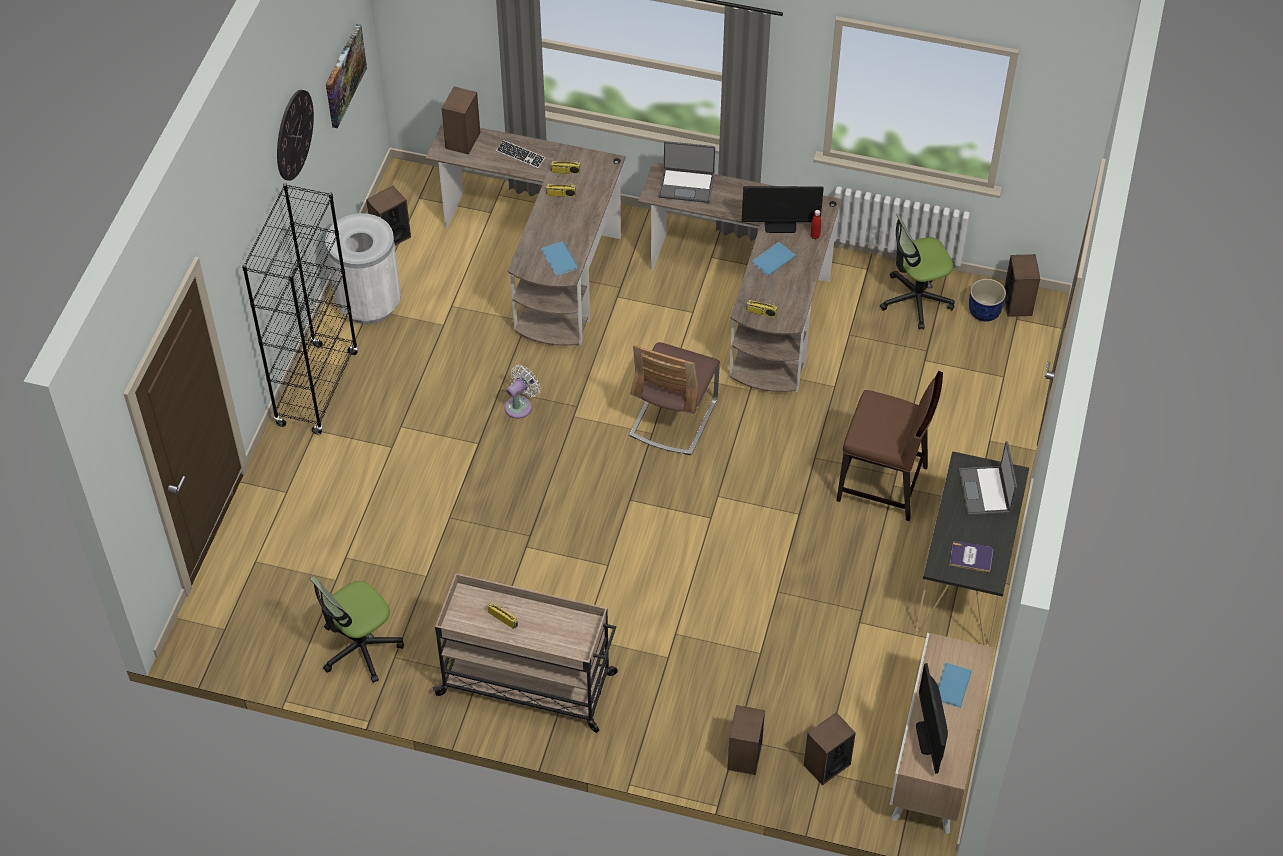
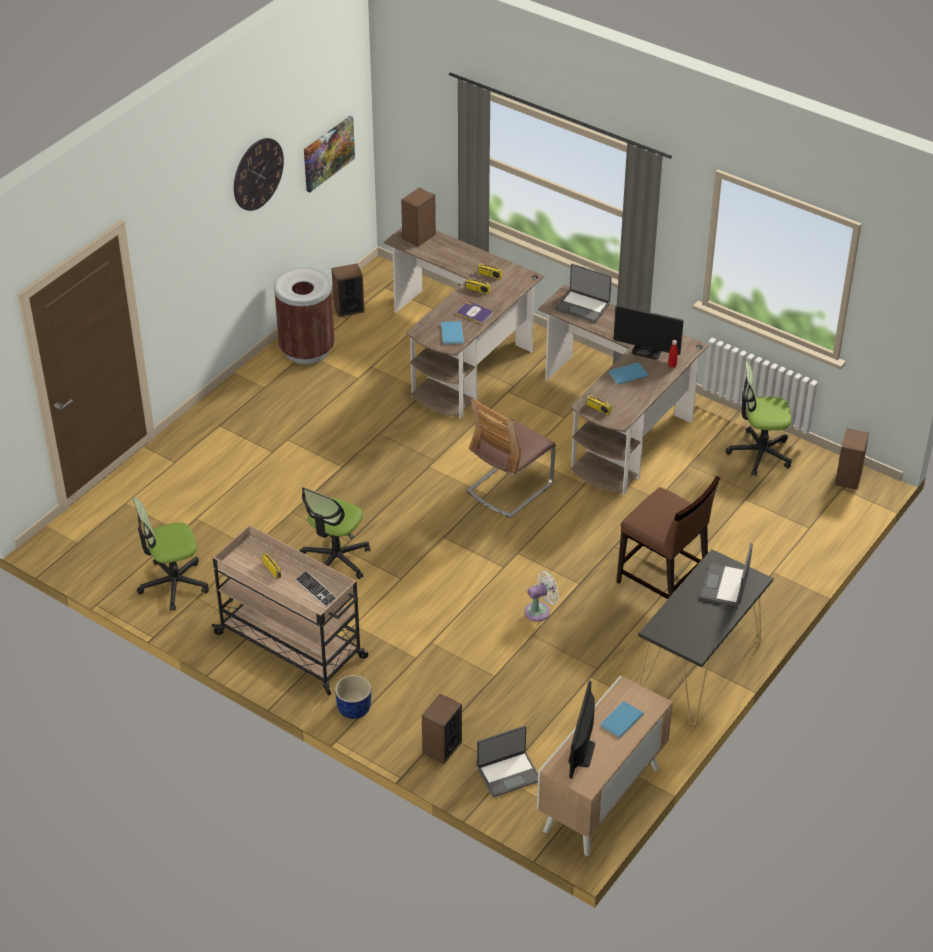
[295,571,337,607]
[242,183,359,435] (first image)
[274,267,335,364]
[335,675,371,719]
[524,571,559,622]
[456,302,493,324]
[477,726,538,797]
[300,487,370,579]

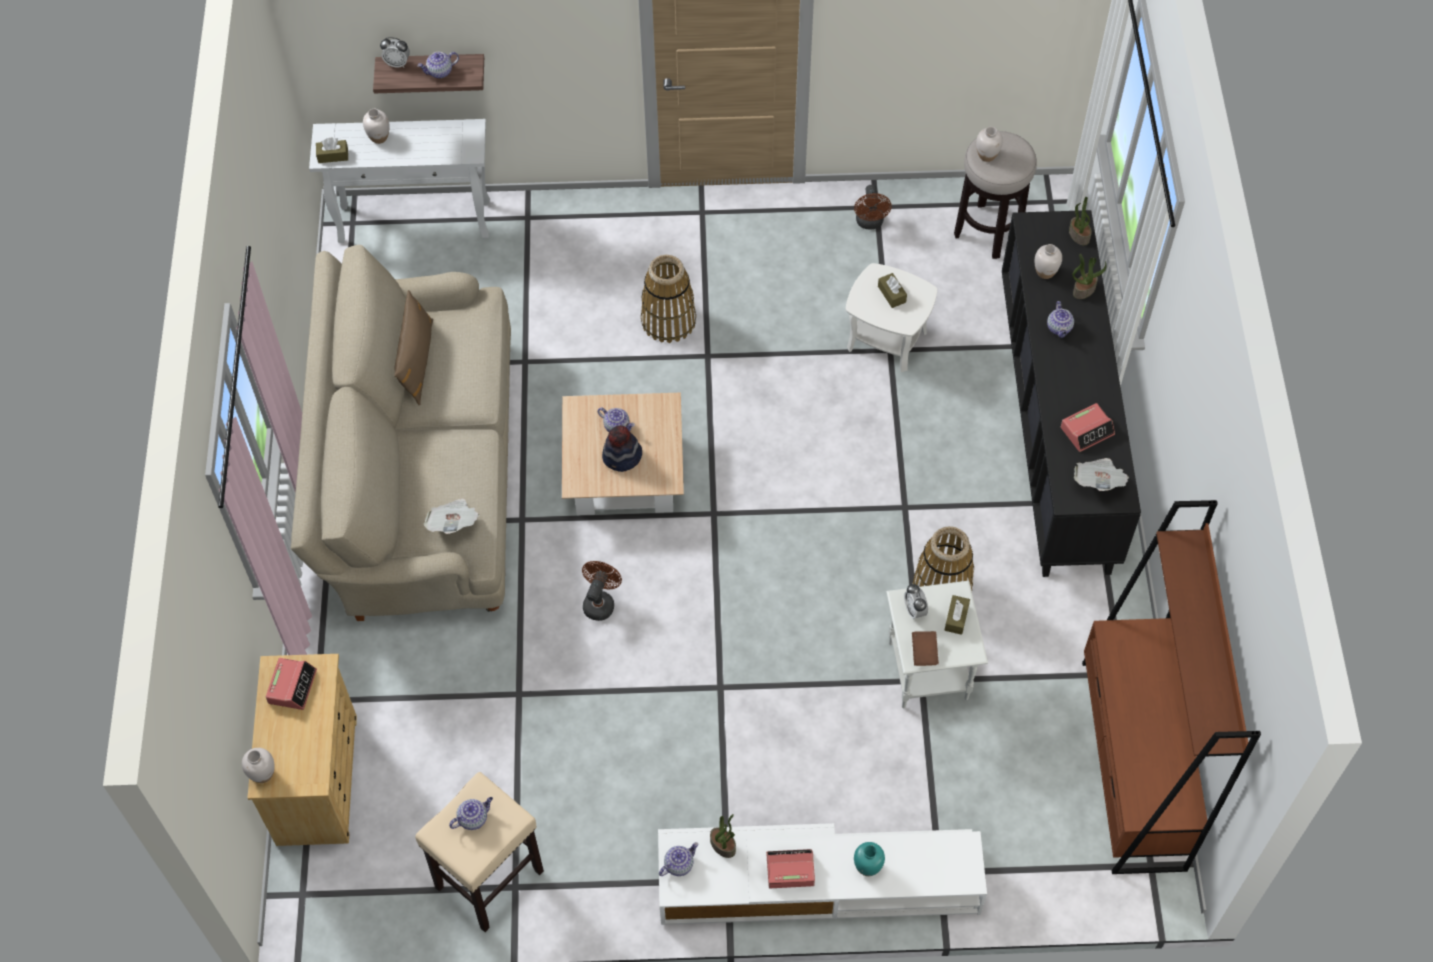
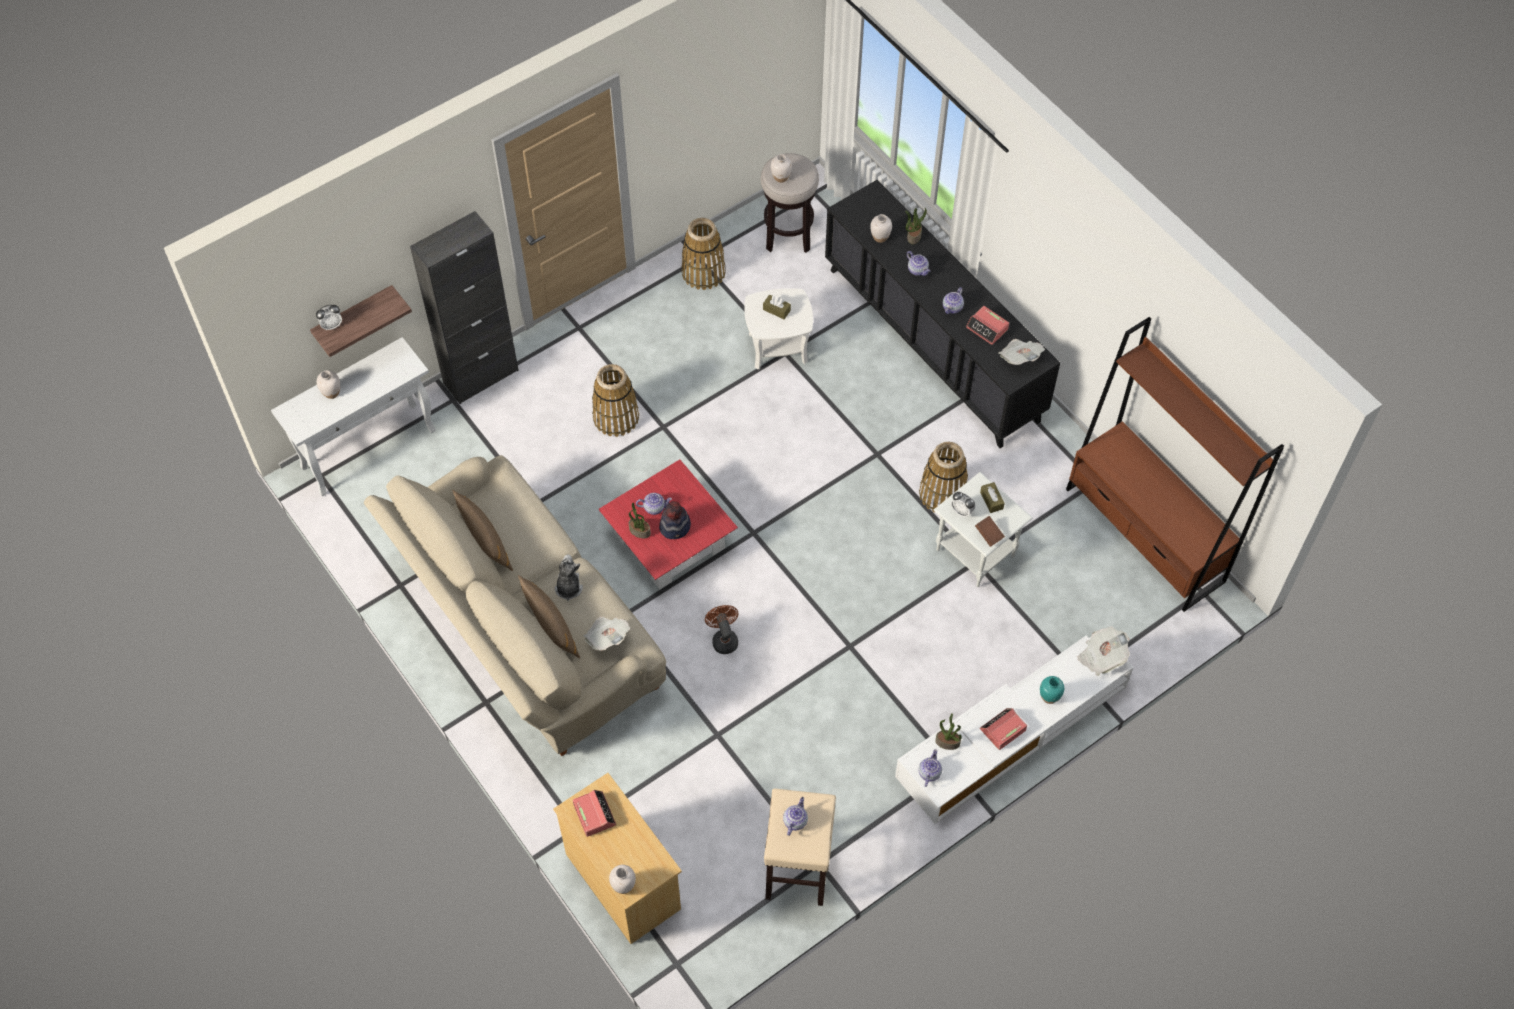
[943,287,964,314]
[316,138,348,163] (first image)
[681,218,726,290]
[629,503,651,538]
[599,459,738,589]
[966,306,1009,345]
[410,211,519,404]
[555,554,583,601]
[518,575,580,659]
[1078,626,1130,676]

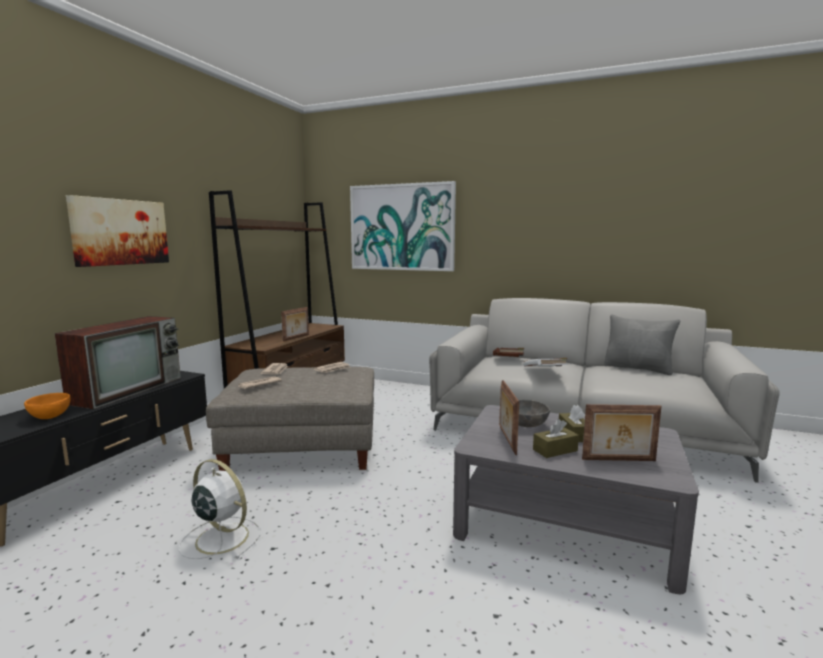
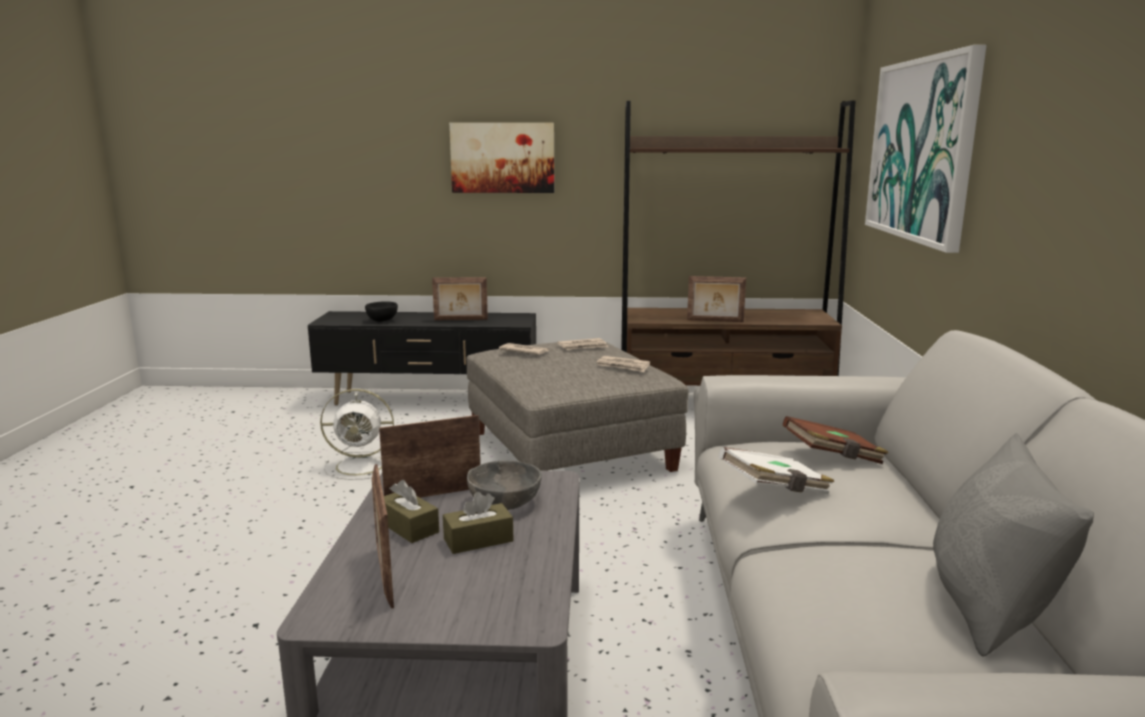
[432,277,488,320]
[365,301,398,322]
[320,389,394,480]

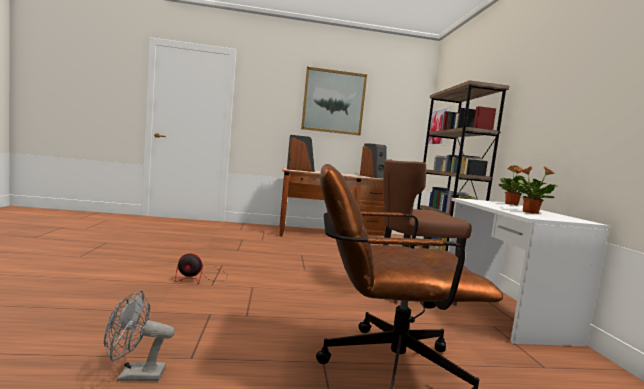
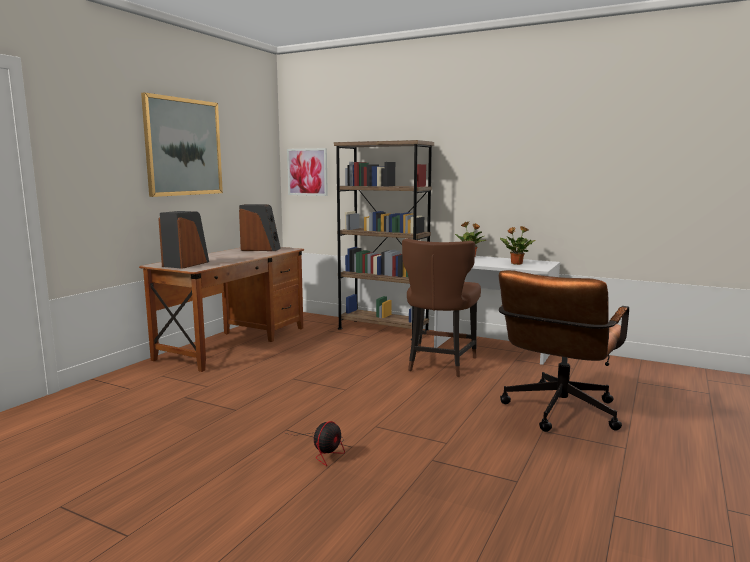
[104,290,175,381] (first image)

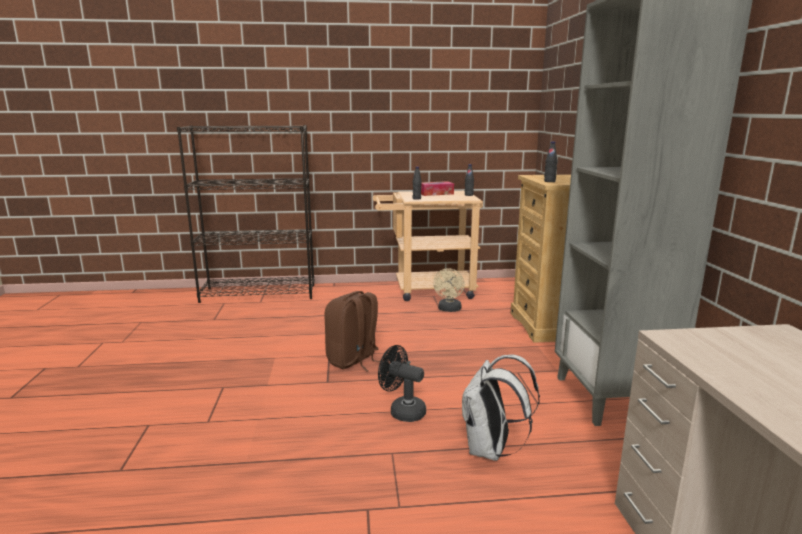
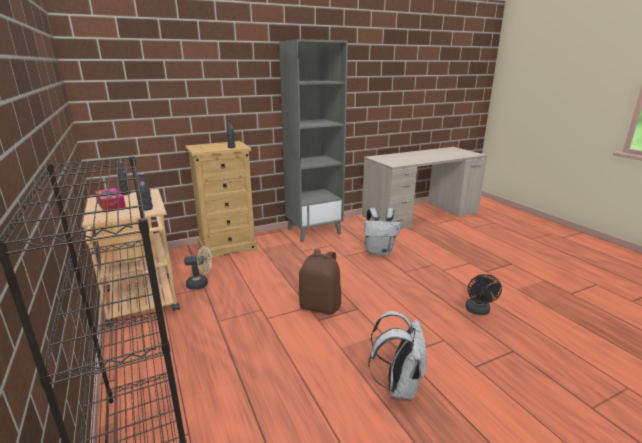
[465,274,502,315]
[368,311,427,400]

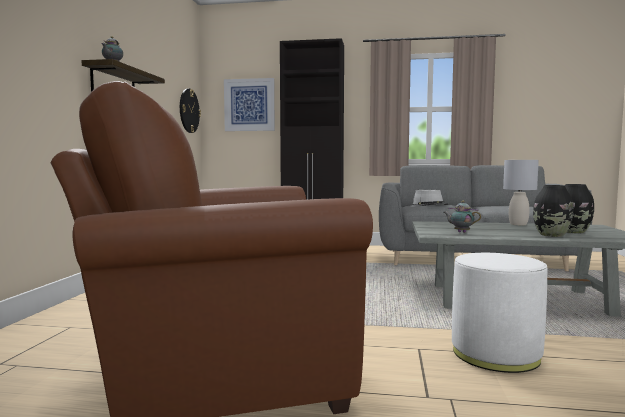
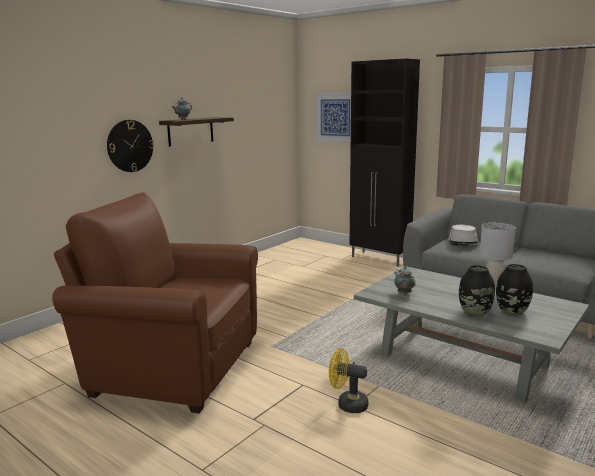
[107,120,154,172]
[329,348,369,413]

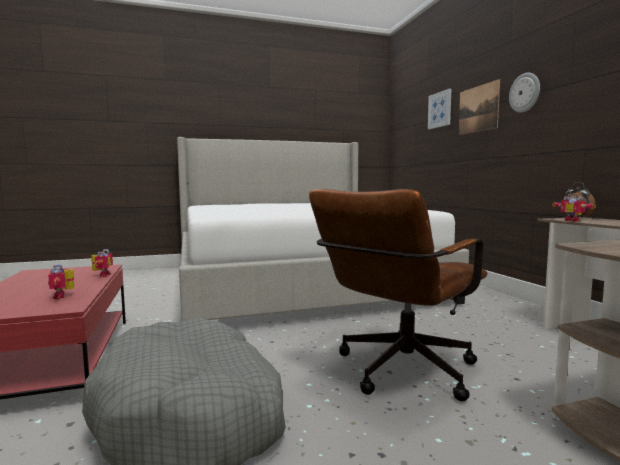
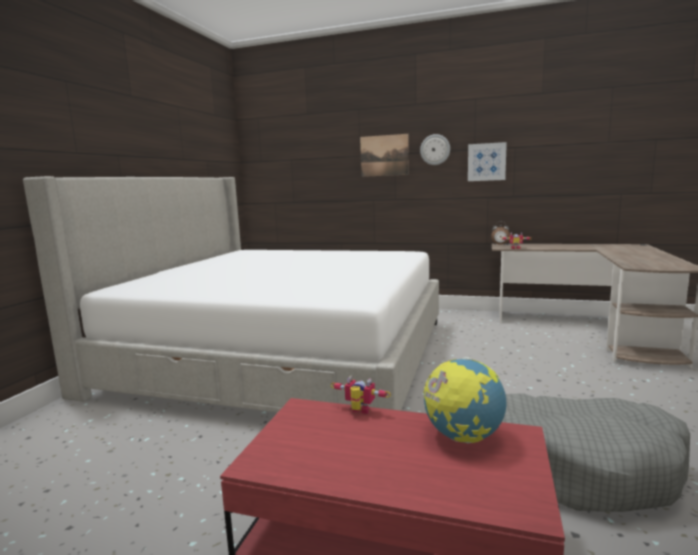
[468,142,507,181]
[309,189,488,402] (first image)
[423,357,506,443]

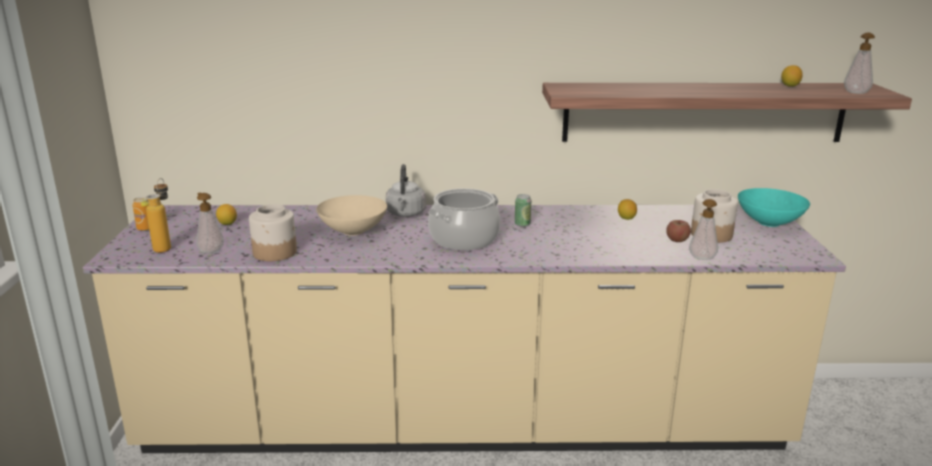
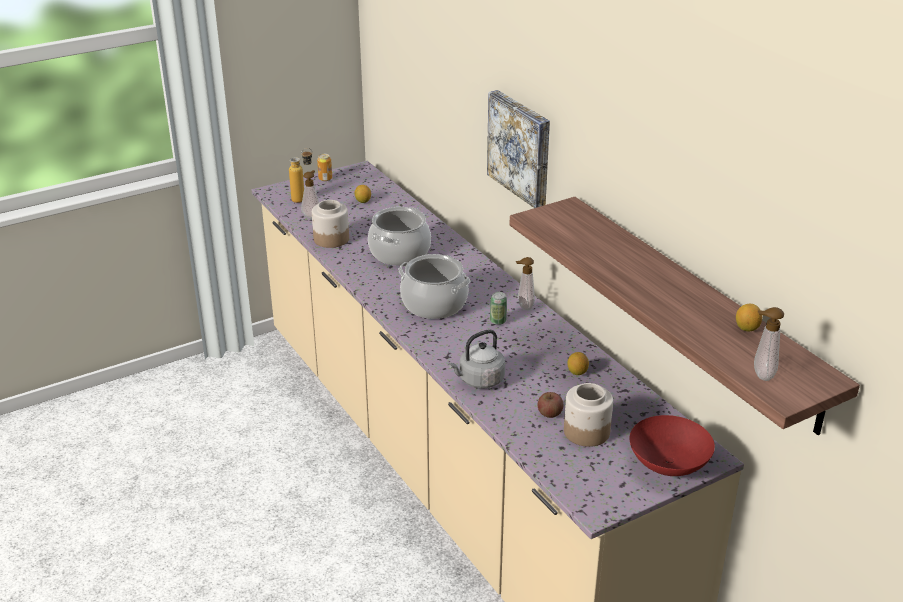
[448,330,505,389]
[629,415,715,476]
[368,207,431,266]
[516,257,535,310]
[487,90,550,208]

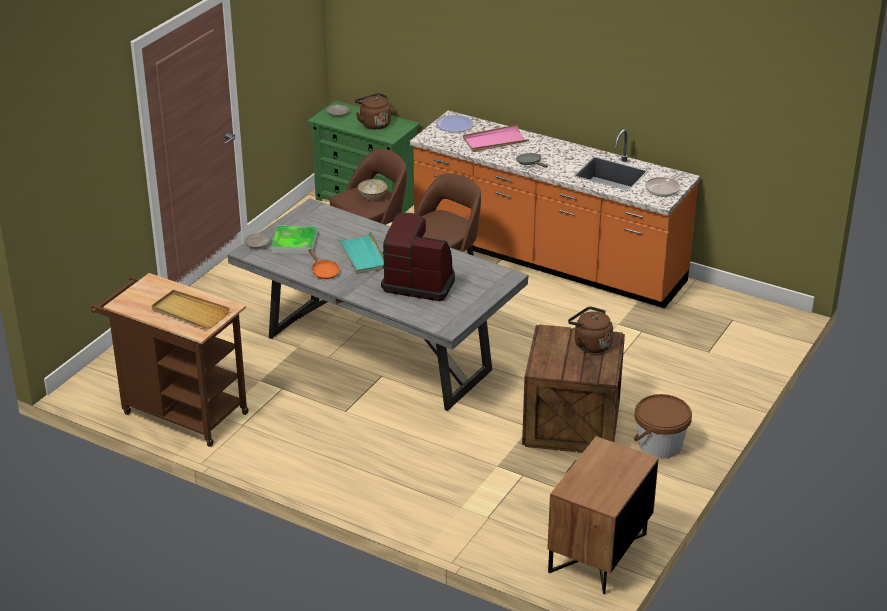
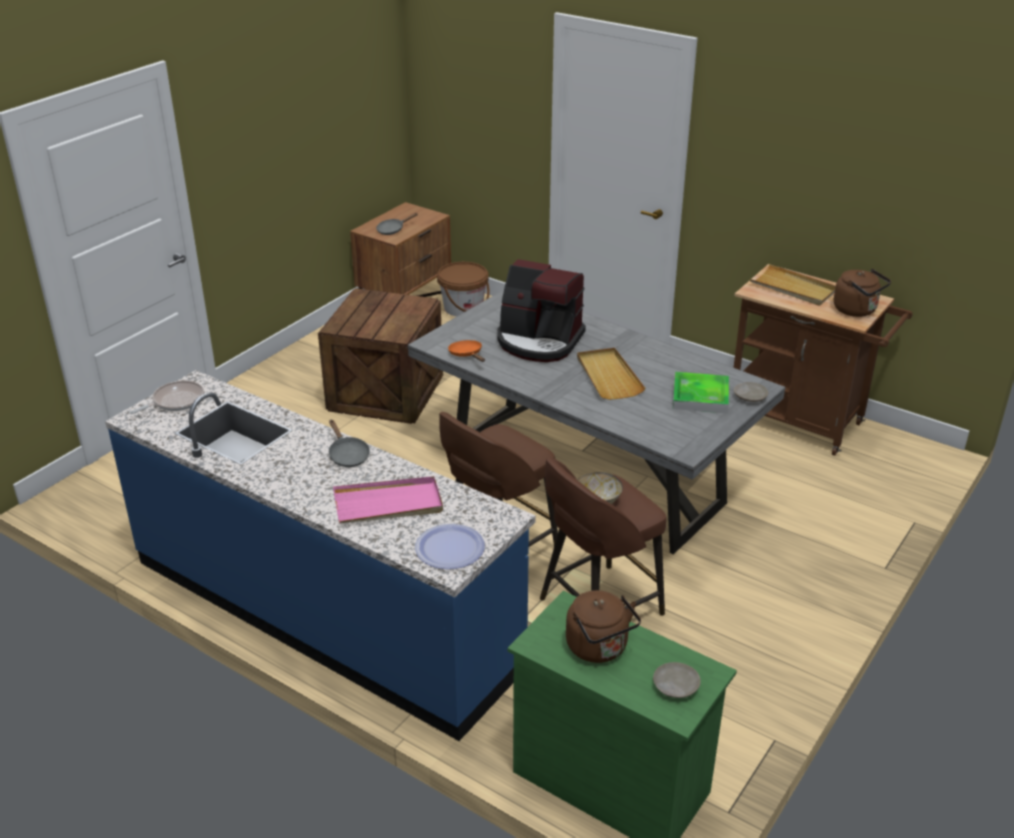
[105,370,536,741]
[577,348,645,400]
[448,340,485,362]
[834,269,891,317]
[437,262,489,317]
[376,213,418,235]

